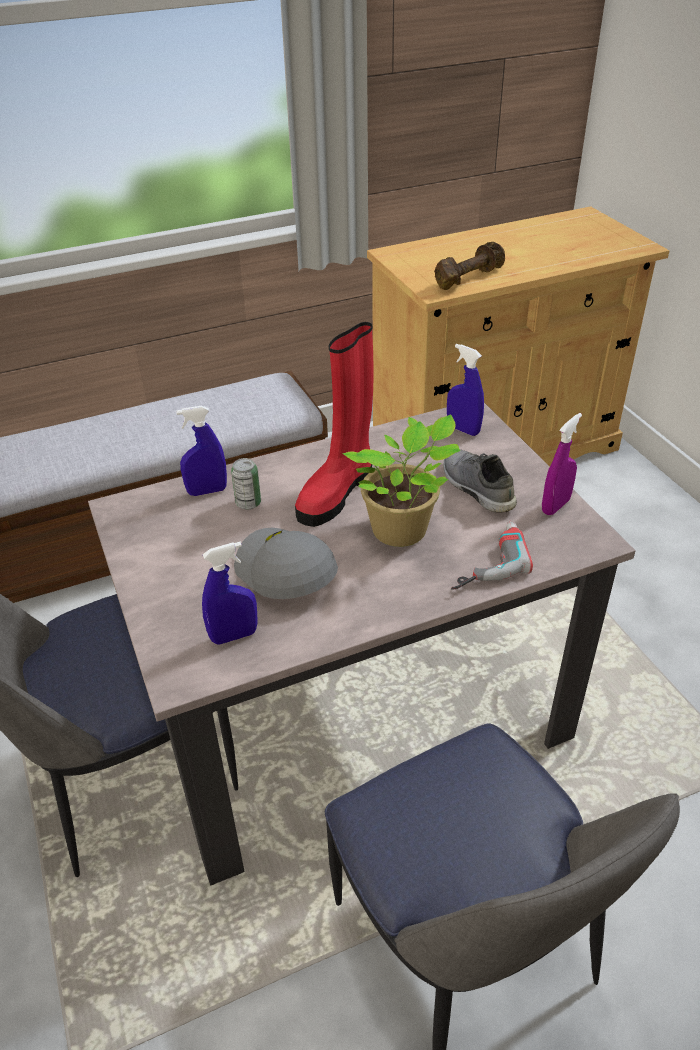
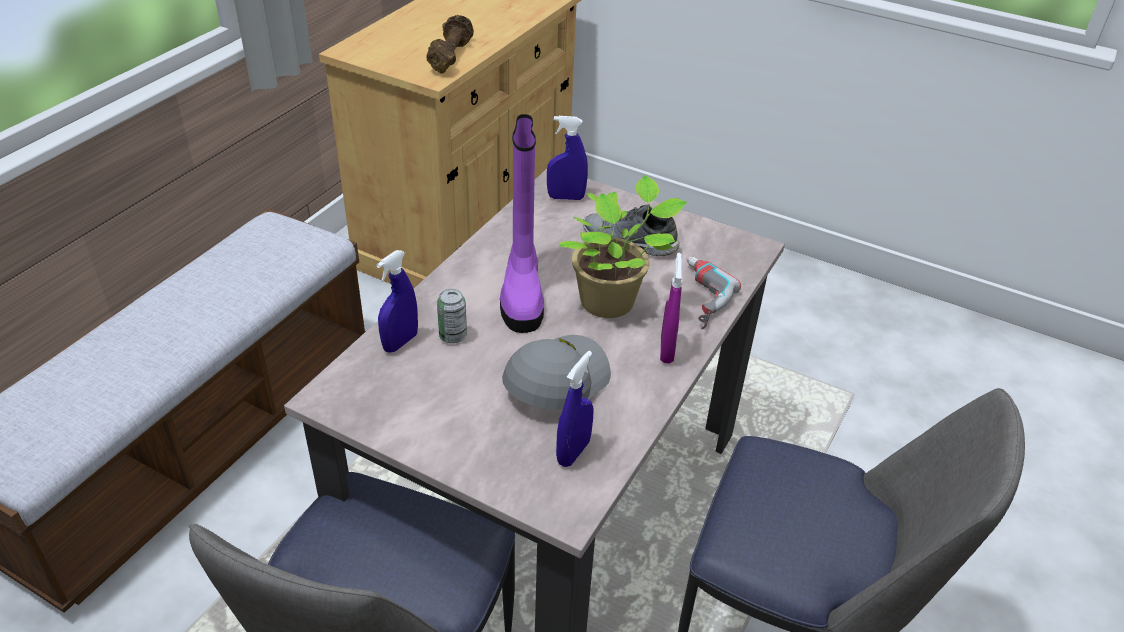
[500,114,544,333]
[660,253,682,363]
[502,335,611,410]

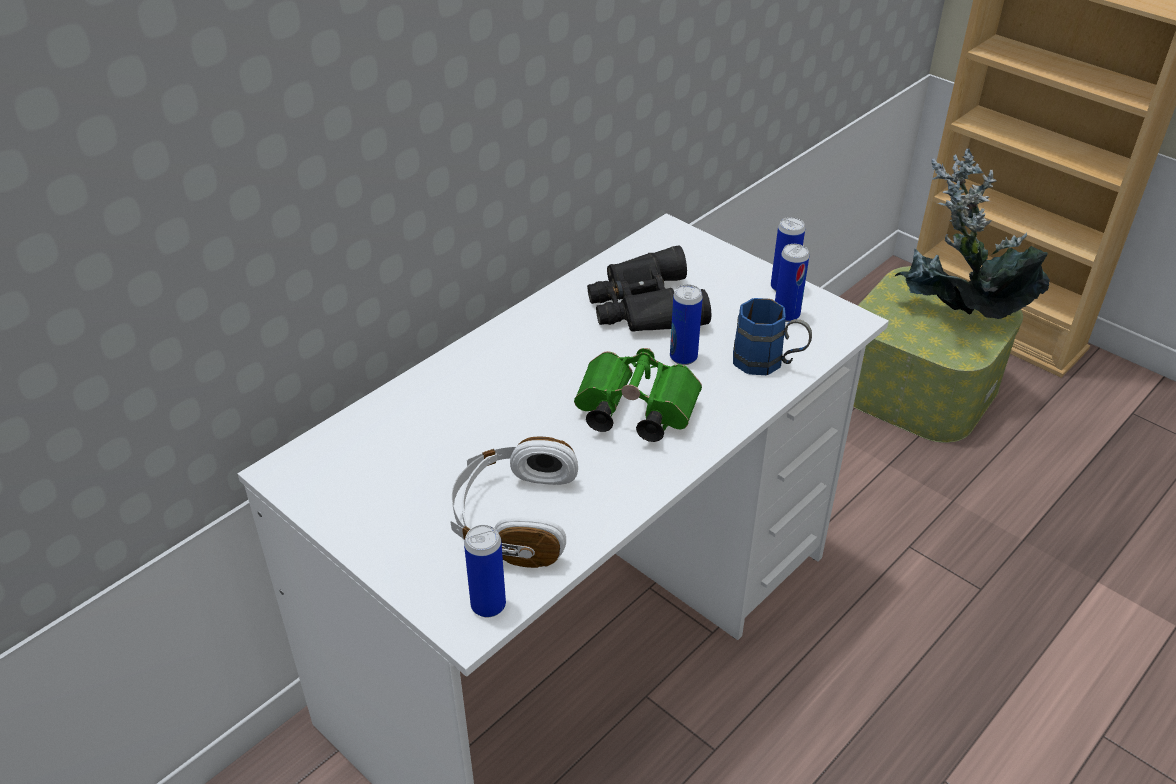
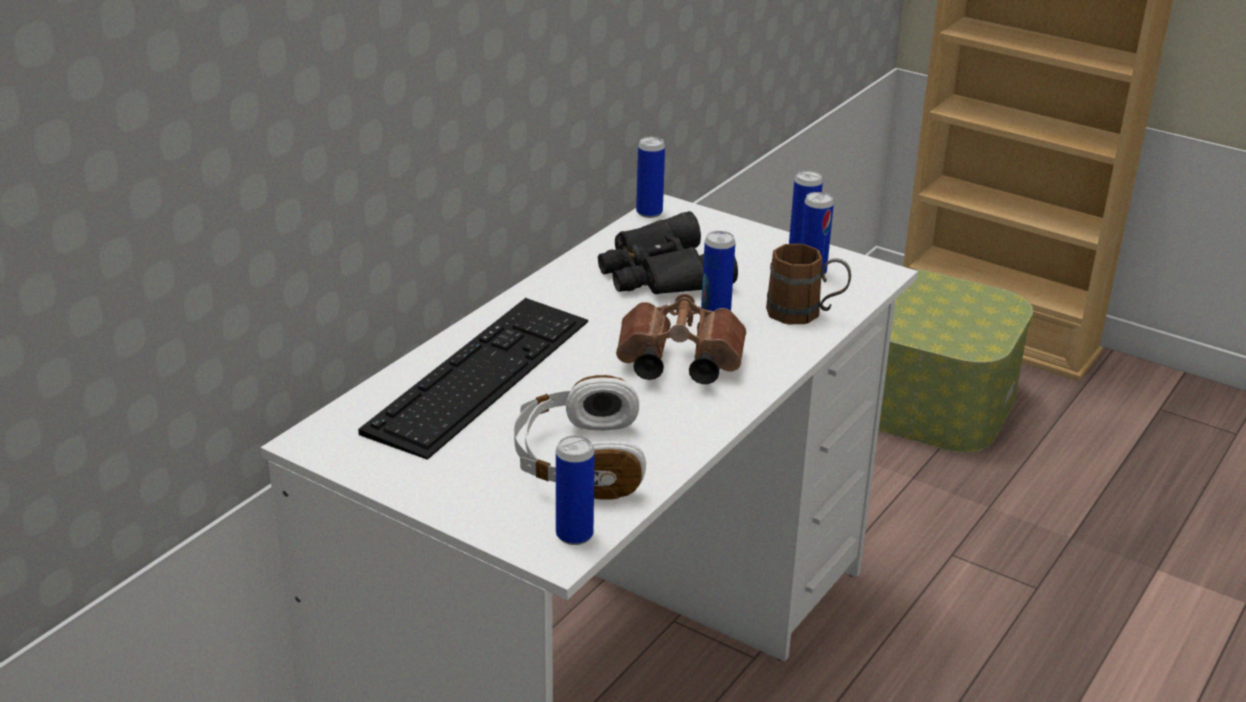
[893,149,1050,319] (first image)
[766,244,851,325]
[616,294,746,384]
[636,137,665,218]
[358,298,588,460]

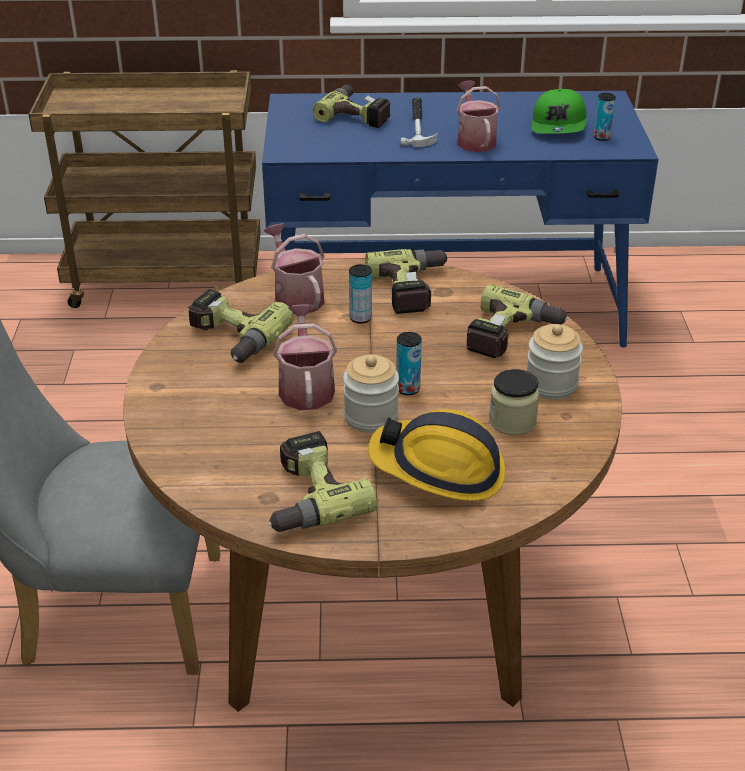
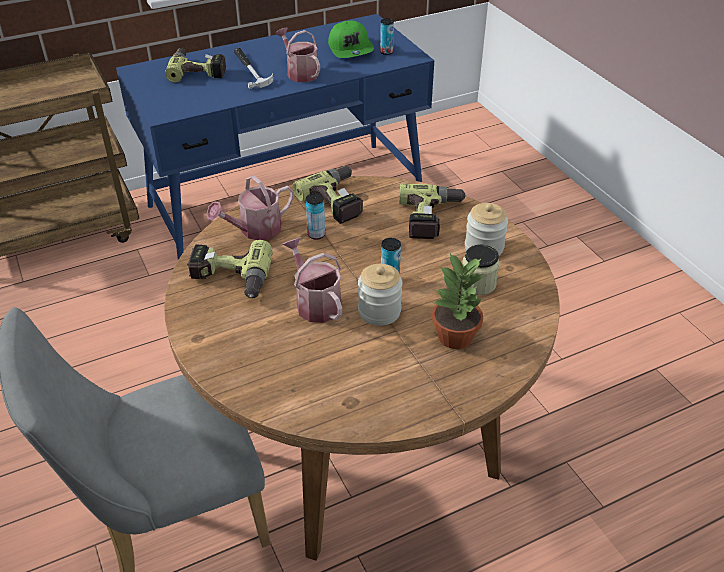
[207,175,294,240]
[432,253,484,349]
[268,431,377,532] (first image)

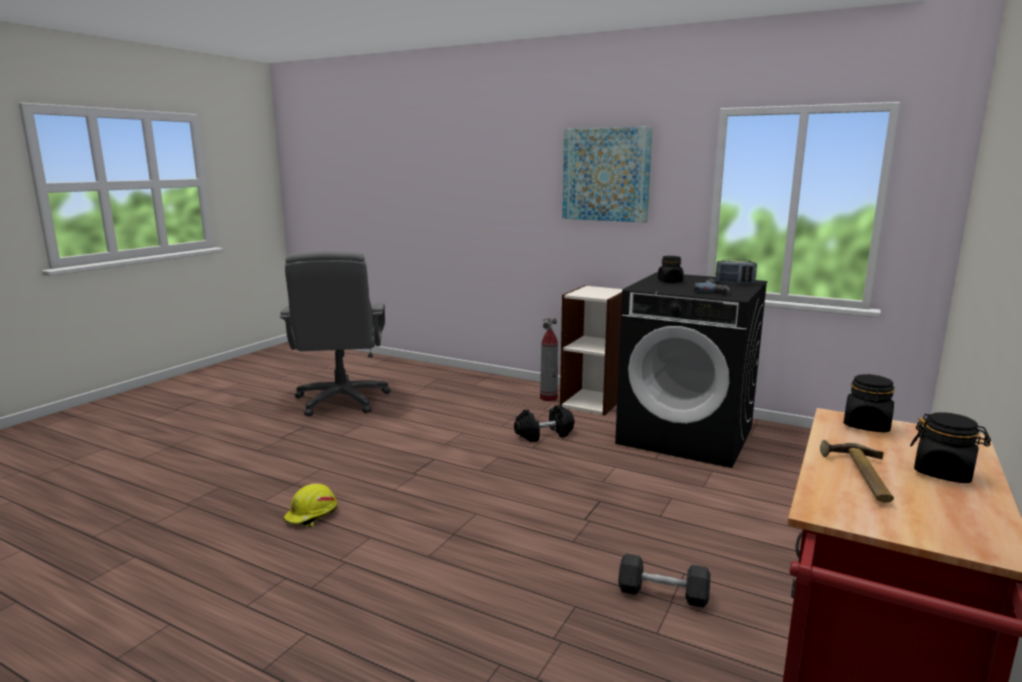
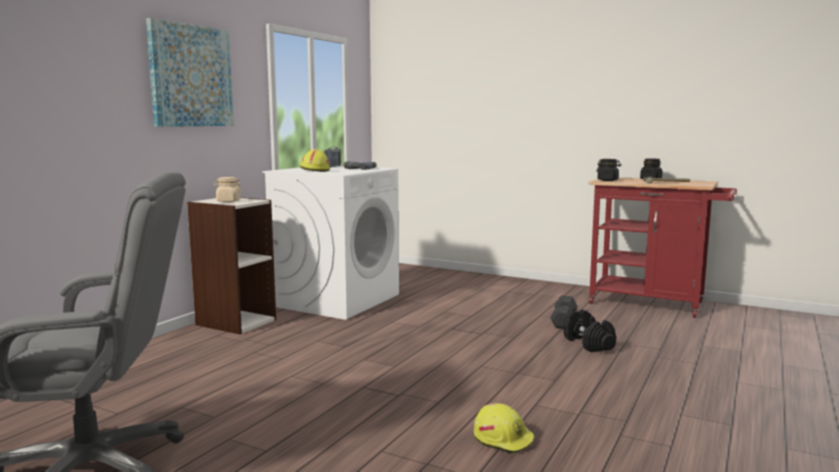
[300,149,330,172]
[262,166,399,320]
[540,318,558,401] (first image)
[563,310,616,352]
[213,177,242,202]

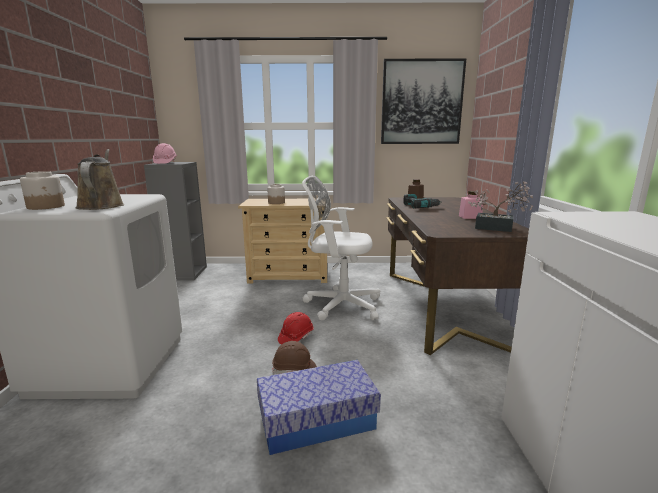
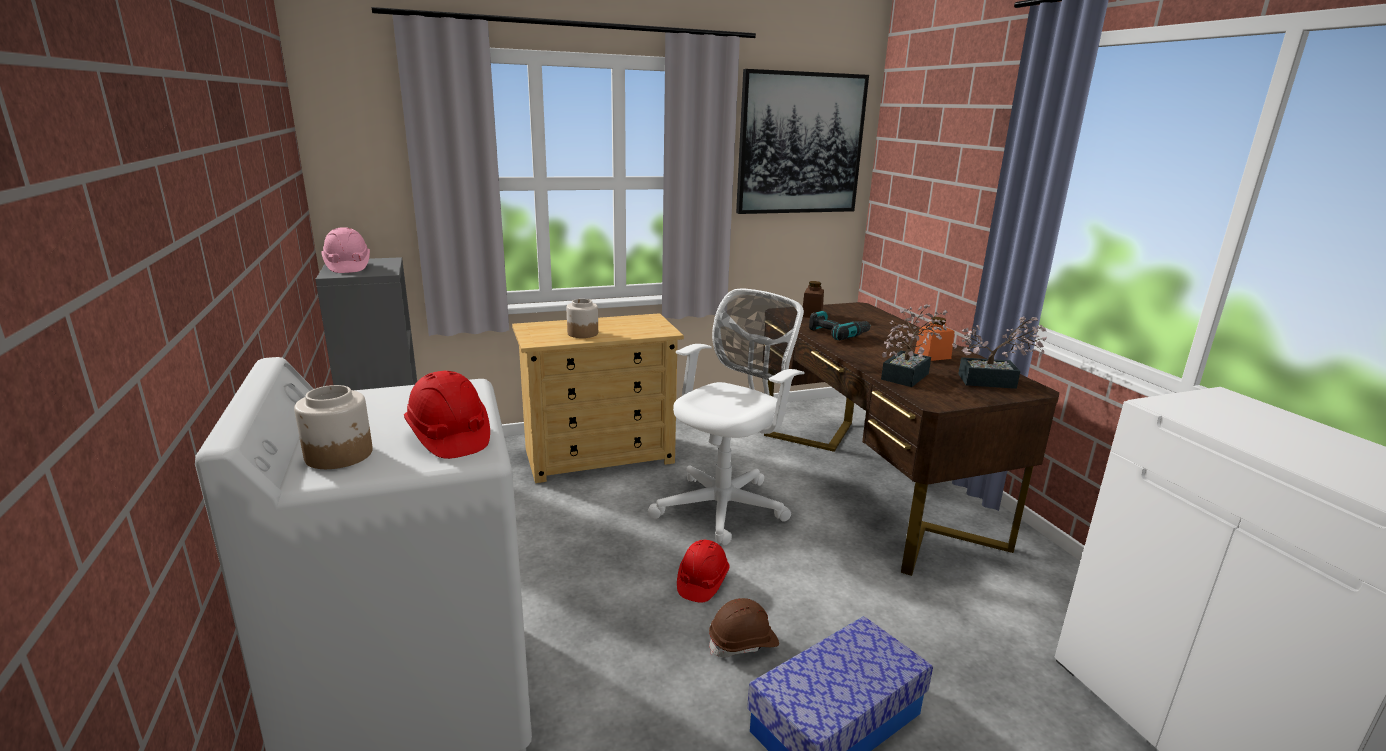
[404,371,490,459]
[648,289,805,546]
[915,317,954,361]
[881,304,948,387]

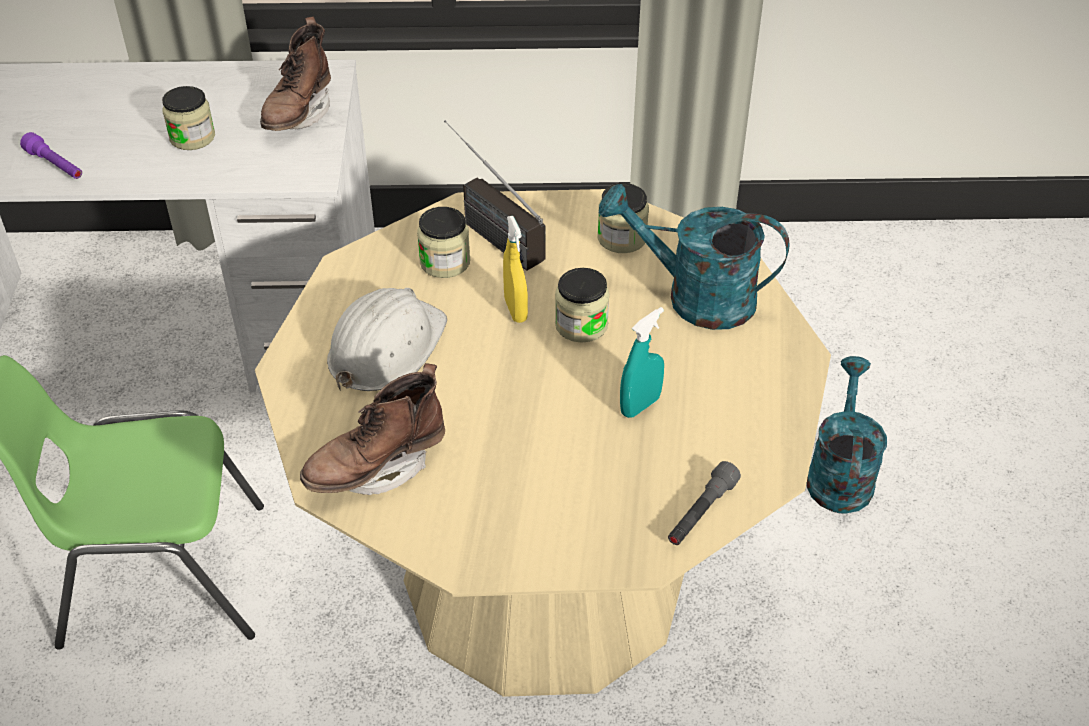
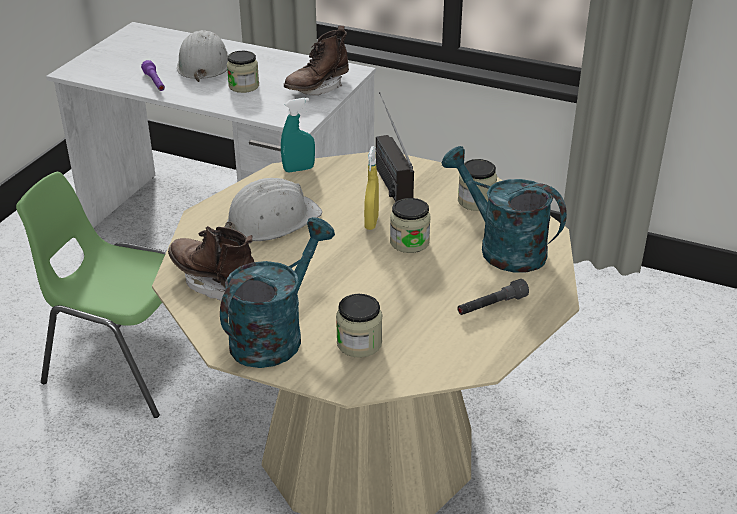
[336,294,382,358]
[281,98,315,172]
[220,217,335,368]
[168,226,254,300]
[457,279,529,315]
[177,30,229,82]

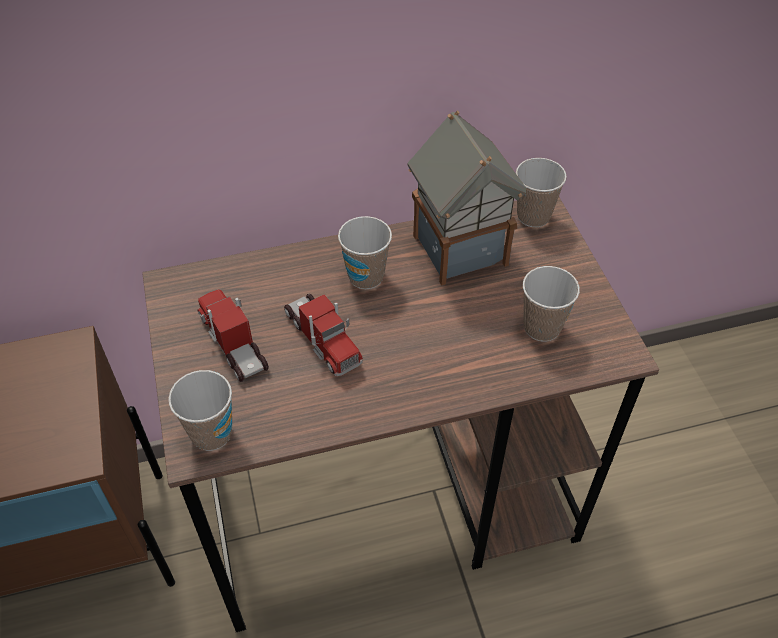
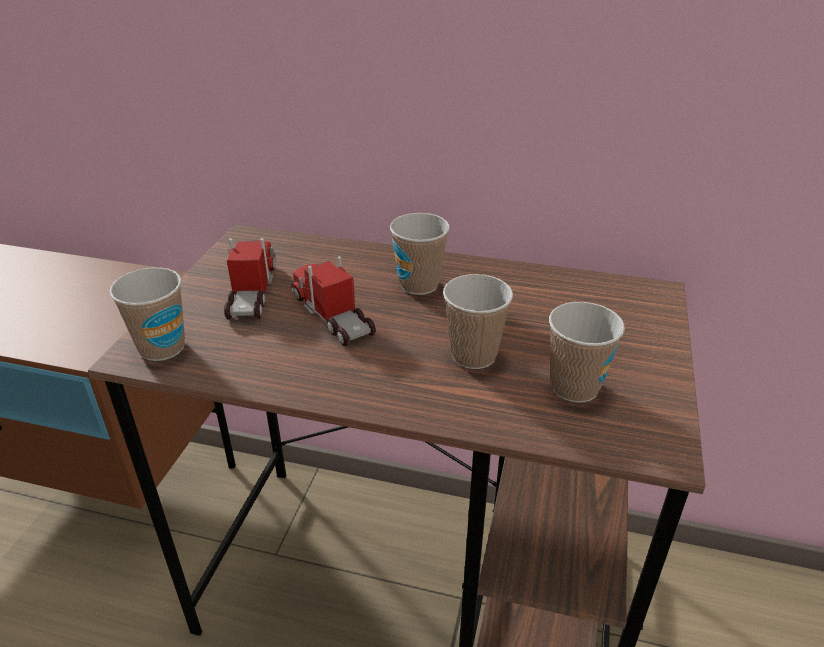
[408,111,526,286] (first image)
[443,274,513,369]
[291,256,376,346]

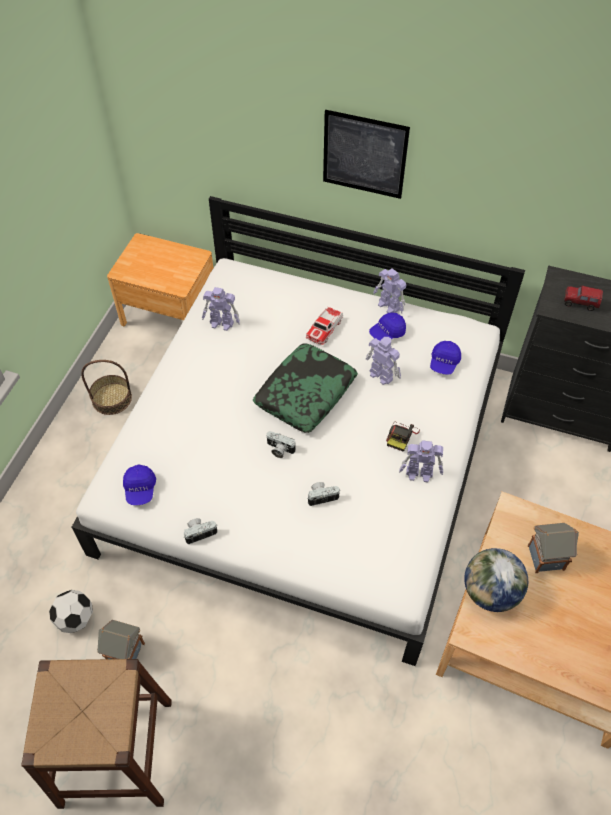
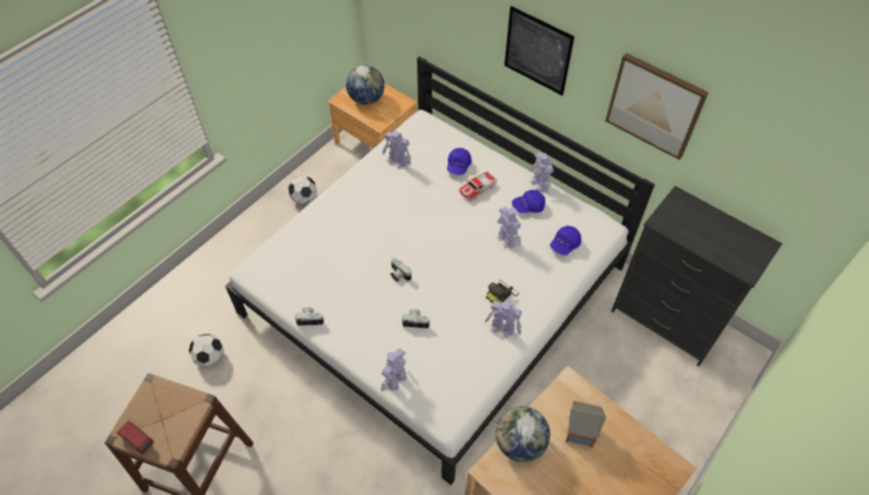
[117,420,154,454]
[253,344,358,433] (first image)
[288,175,317,204]
[447,148,472,175]
[97,620,145,659] (first image)
[605,53,709,160]
[346,65,385,105]
[381,348,407,392]

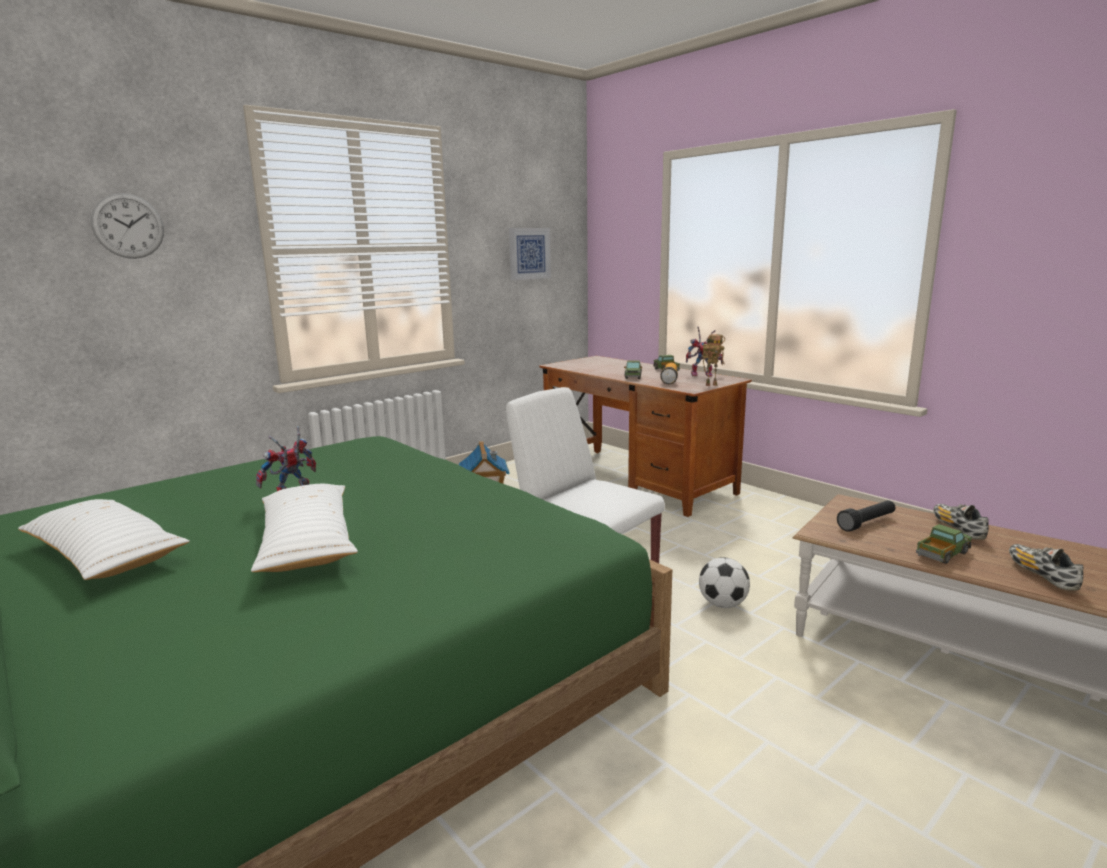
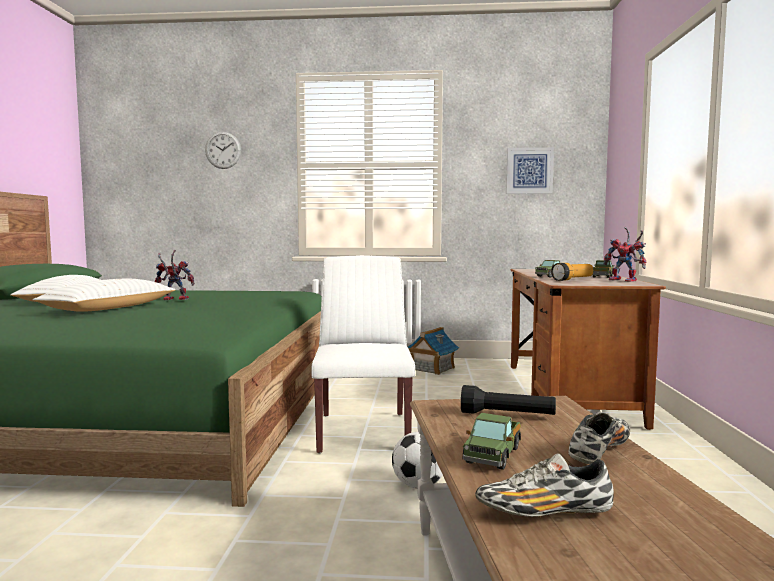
[702,334,725,386] (first image)
[462,413,521,470]
[475,454,614,517]

